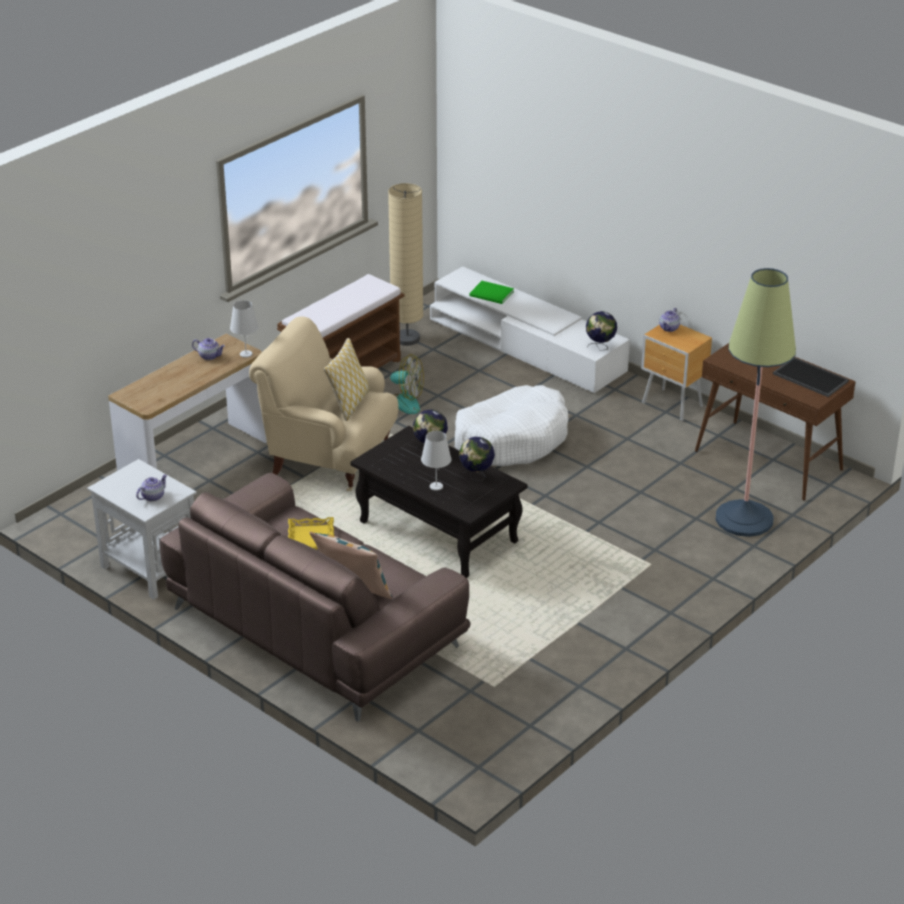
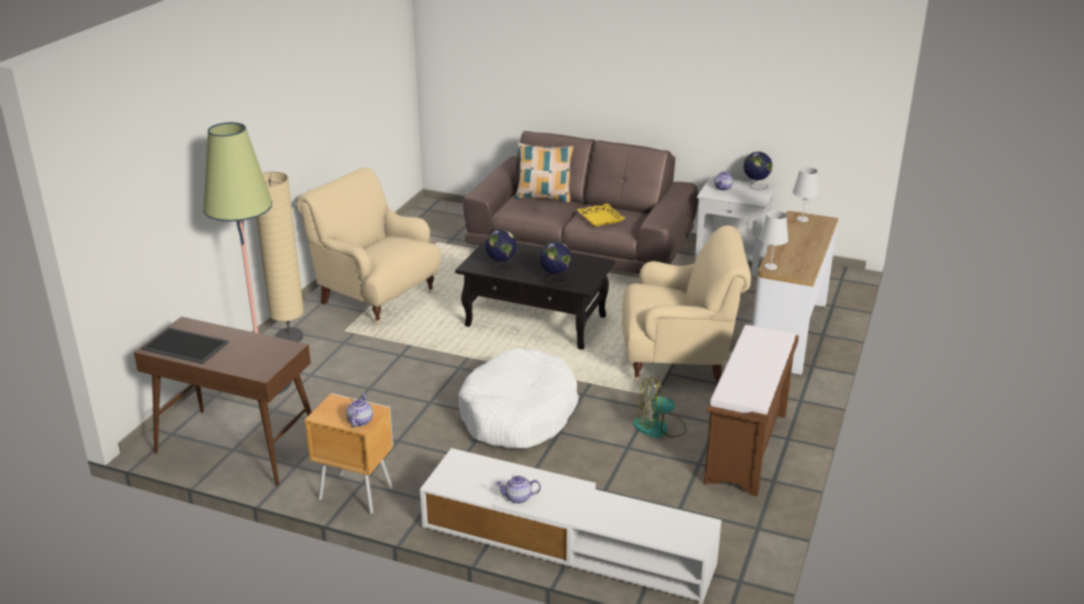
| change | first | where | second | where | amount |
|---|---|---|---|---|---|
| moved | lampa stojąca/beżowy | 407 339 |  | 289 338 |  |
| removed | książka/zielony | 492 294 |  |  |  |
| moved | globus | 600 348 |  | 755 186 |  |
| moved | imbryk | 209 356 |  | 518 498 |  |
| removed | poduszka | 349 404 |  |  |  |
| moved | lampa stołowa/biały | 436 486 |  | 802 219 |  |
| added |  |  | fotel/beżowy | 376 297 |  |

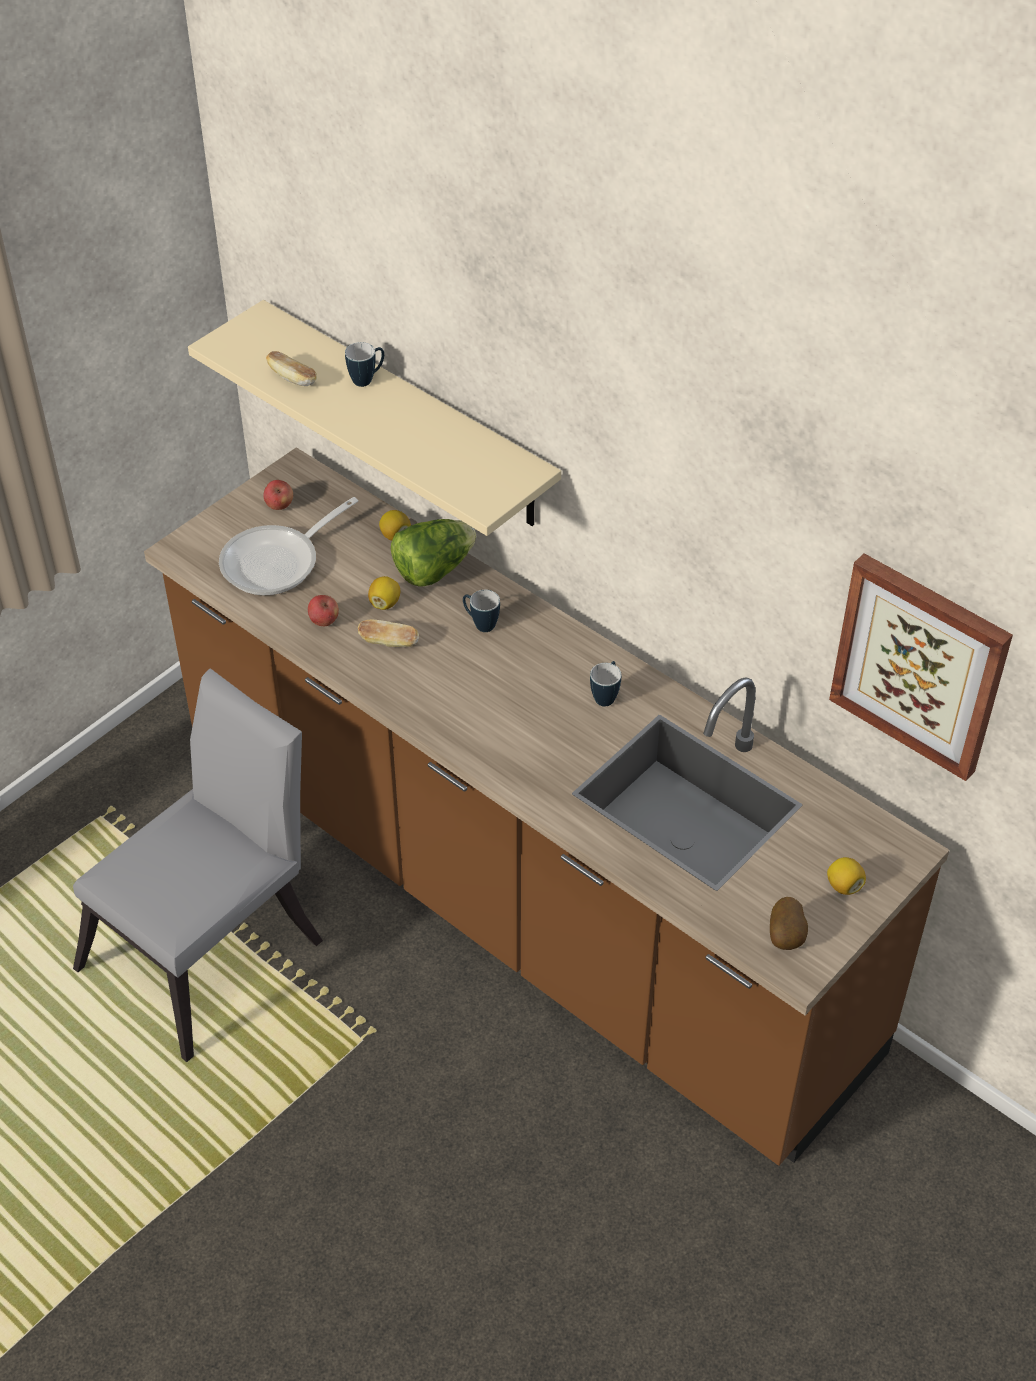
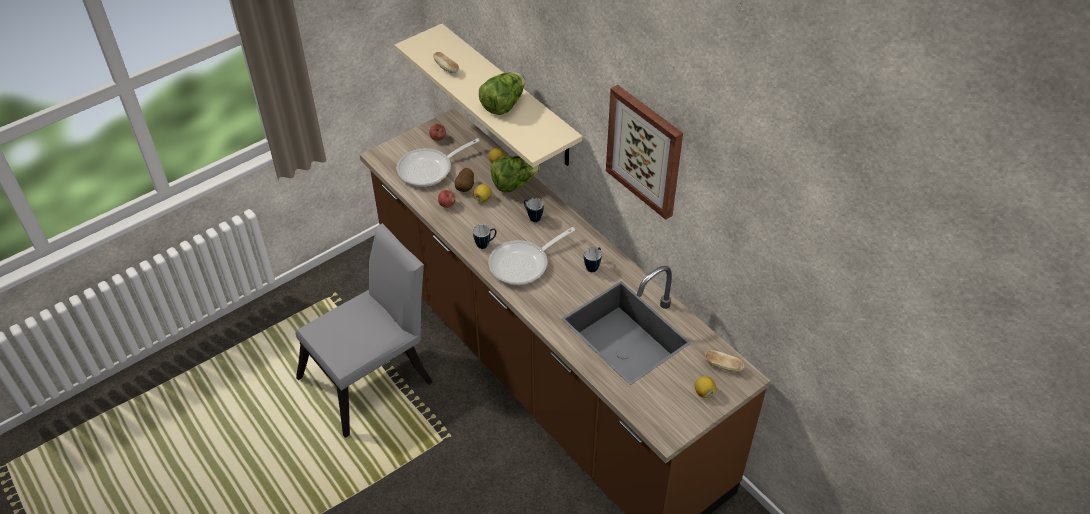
| change | first | where | second | where | amount |
|---|---|---|---|---|---|
| moved | kubek | 367 379 |  | 485 244 |  |
| moved | obraz | 920 664 |  | 645 151 |  |
| moved | chleb | 389 642 |  | 723 366 |  |
| moved | ziemniak | 786 937 |  | 465 188 |  |
| added |  |  | sałata | 503 105 |  |
| added |  |  | patelnia | 523 264 |  |

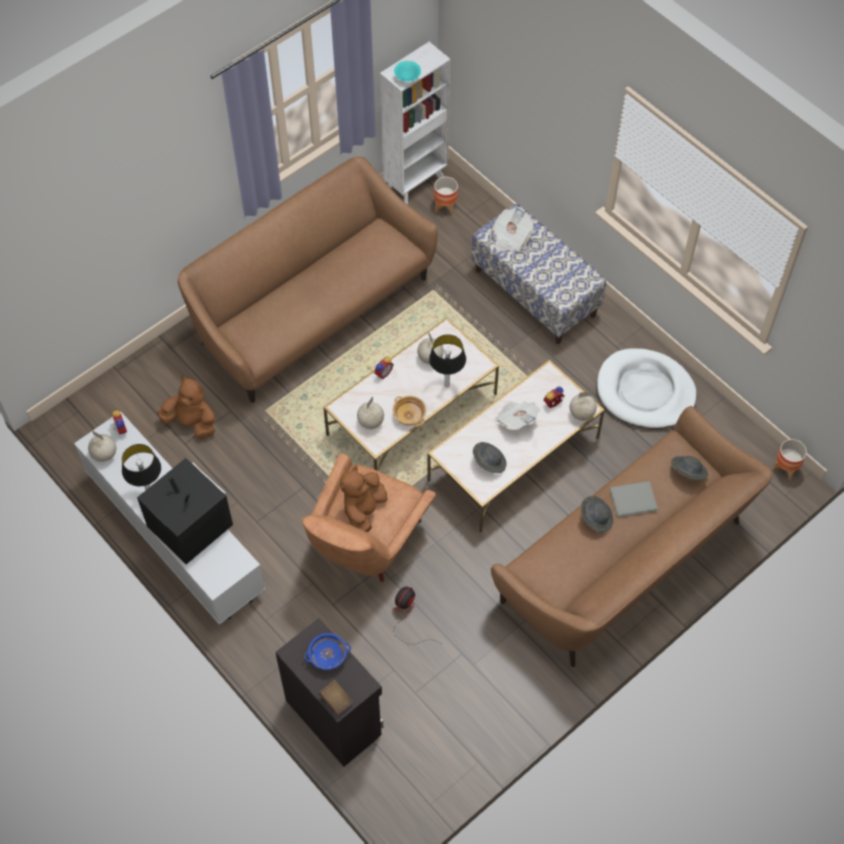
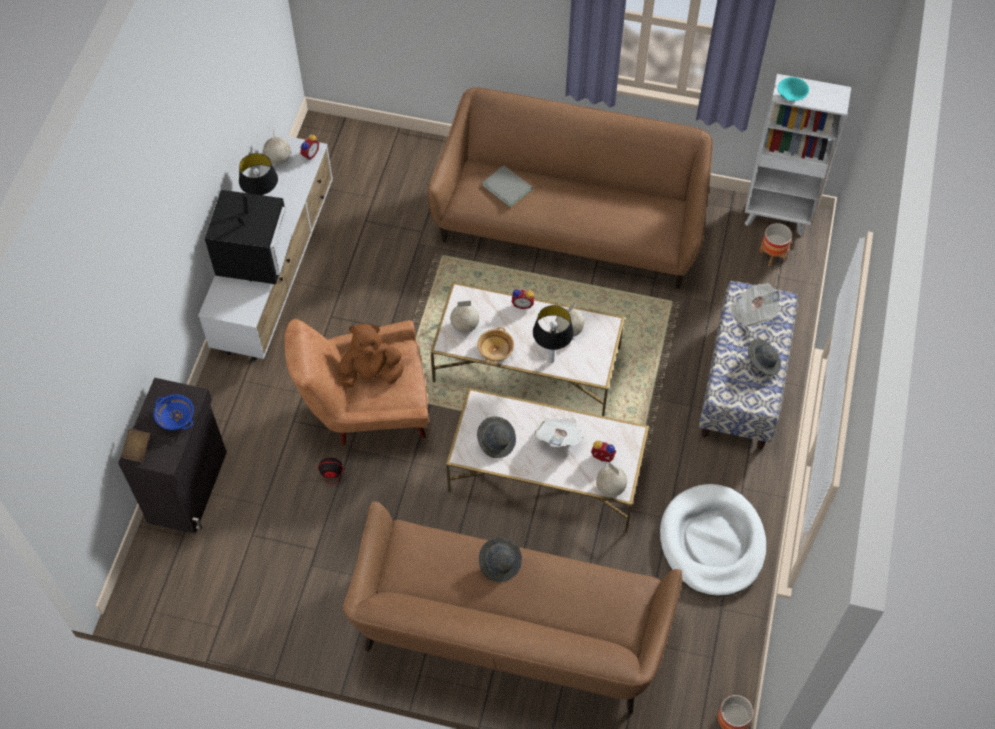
| change | first | where | second | where | amount |
|---|---|---|---|---|---|
| removed | pluszak/brązowy | 191 422 |  |  |  |
| moved | kapelusz/szary | 687 472 |  | 762 362 |  |
| moved | książka/szary | 631 499 |  | 507 185 |  |

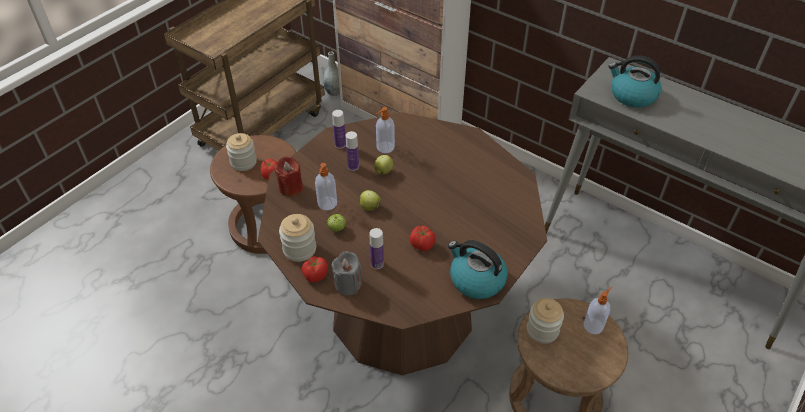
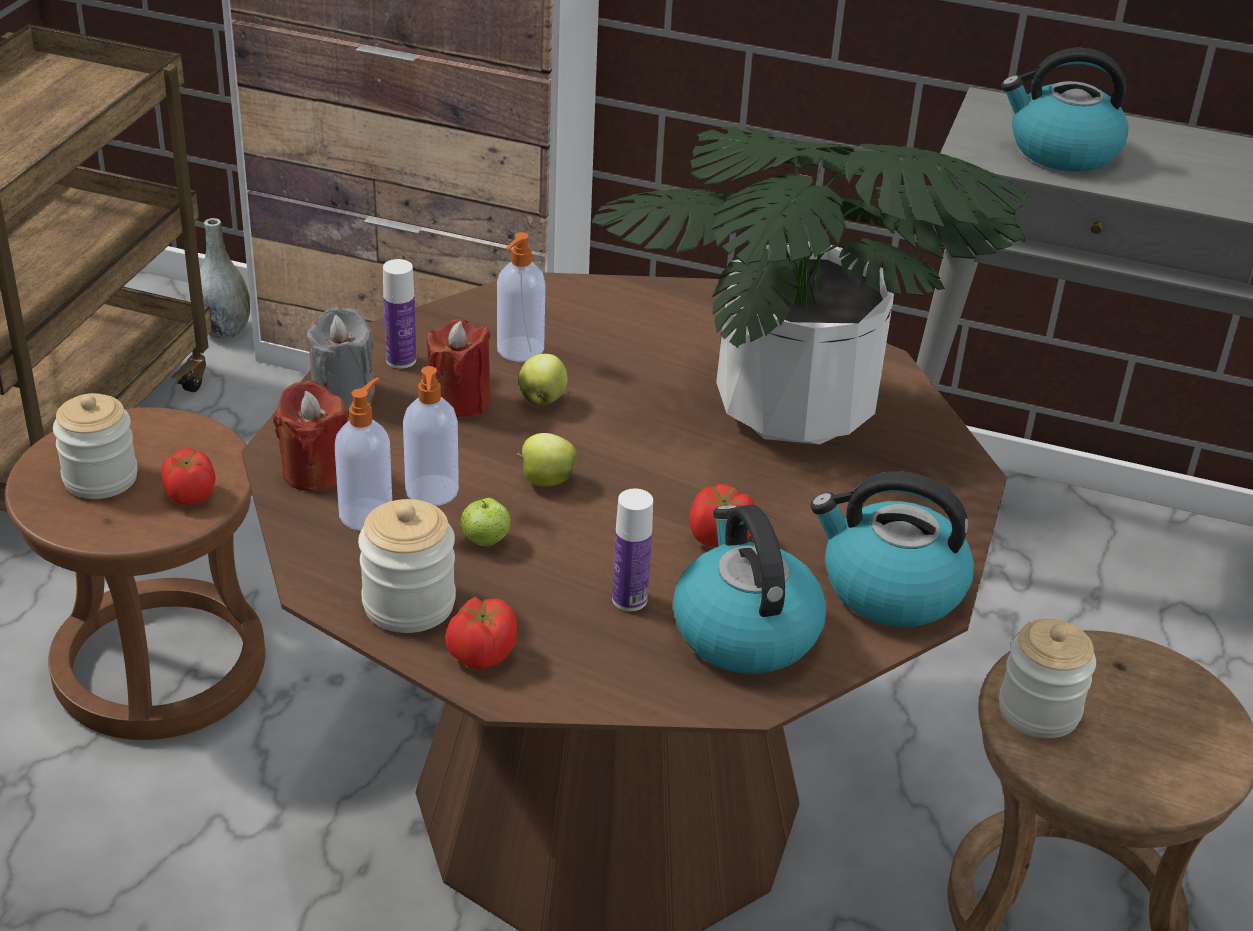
| change | first | where | second | where | amount |
|---|---|---|---|---|---|
| replaced | butelka | 353 166 | świeca/czerwony | 459 401 |  |
| moved | świeca/szary | 348 284 |  | 343 394 |  |
| moved | dozownik mydła | 593 325 |  | 367 513 |  |
| added |  |  | roślina doniczkowa | 793 407 |  |
| added |  |  | czajnik | 744 630 |  |

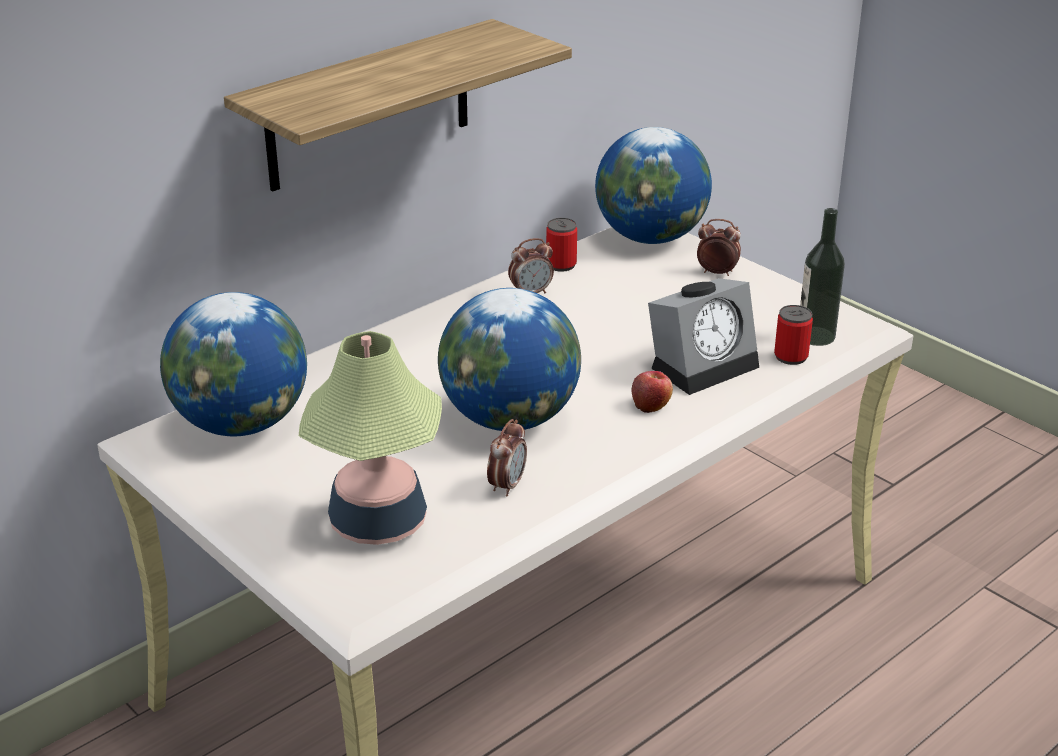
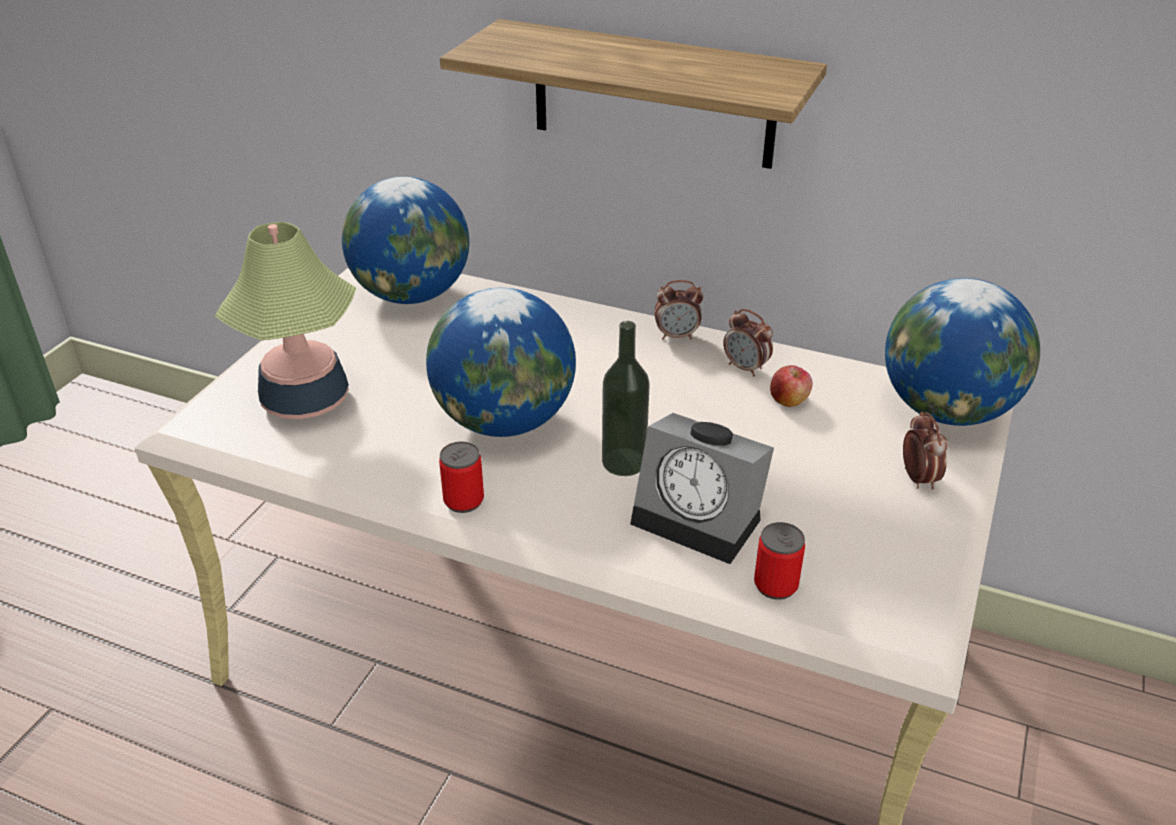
| change | first | where | second | where | amount |
|---|---|---|---|---|---|
| moved | butelka | 816 336 |  | 624 462 |  |
| moved | puszka | 561 265 |  | 463 500 |  |
| moved | jabłko | 651 405 |  | 789 400 |  |
| moved | budzik | 507 485 |  | 677 336 |  |

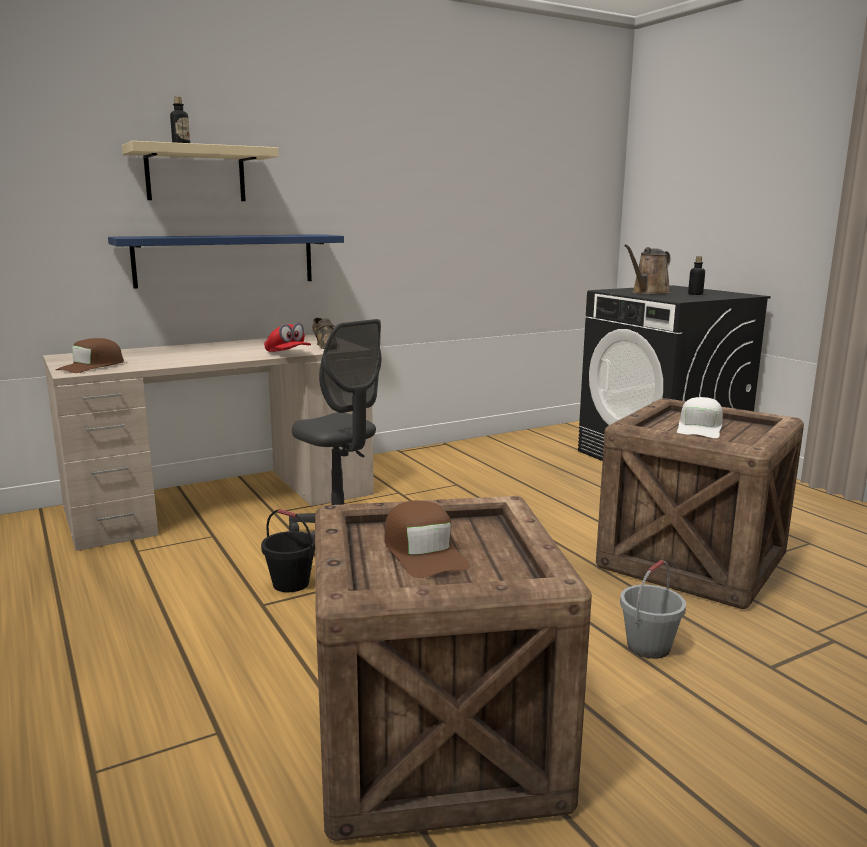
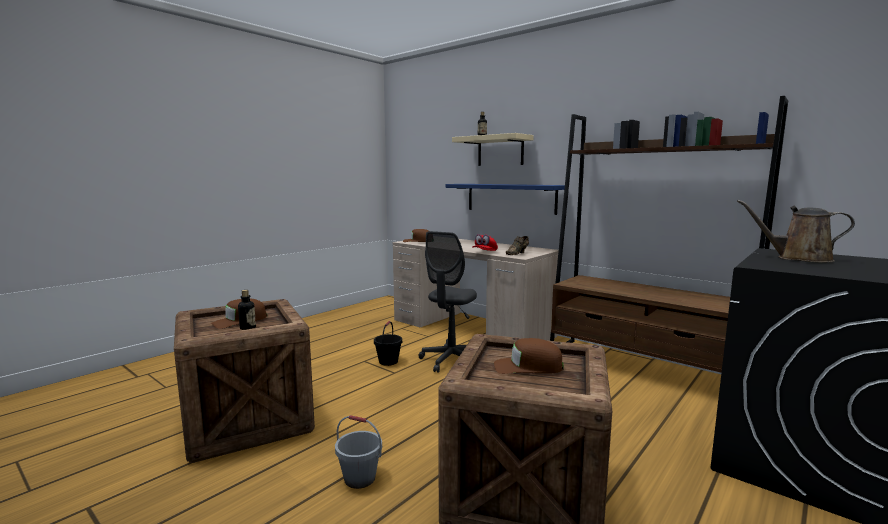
| change | first | where | second | where | amount |
|---|---|---|---|---|---|
| moved | butelka | 695 294 |  | 248 328 |  |
| recoloured | czapka z daszkiem/biały | 700 428 | czapka z daszkiem/brązowy | 528 367 |  |
| added |  |  | regał/brązowy | 643 368 |  |

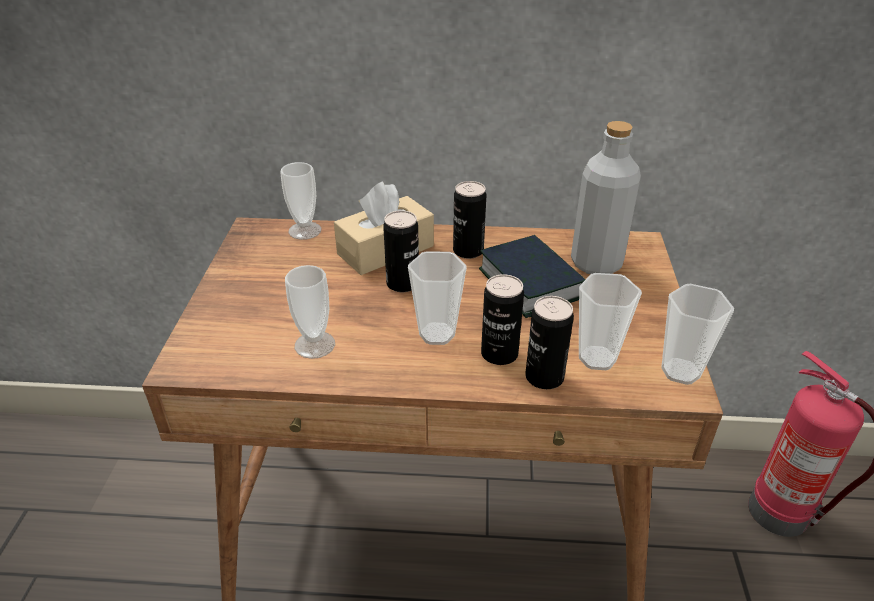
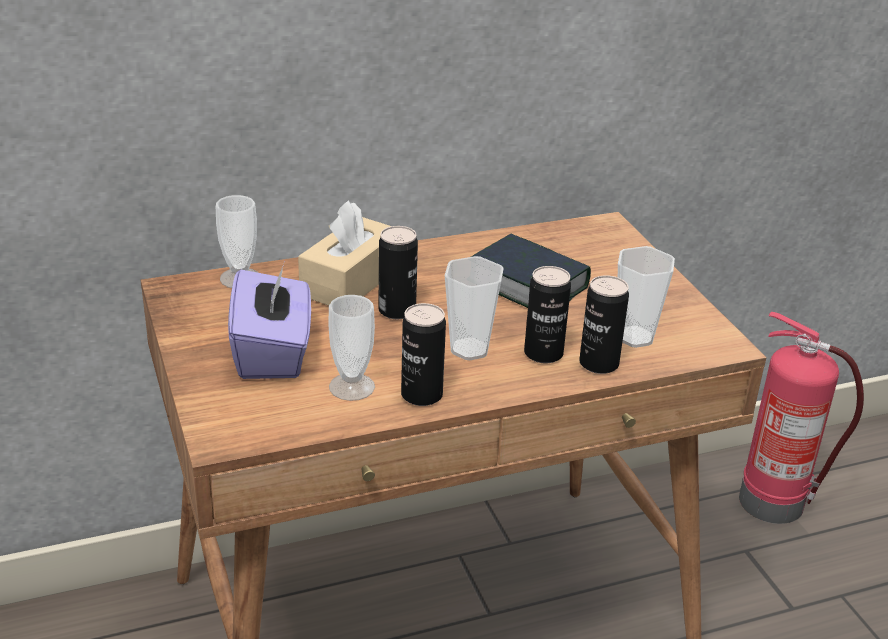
| change | first | where | second | where | amount |
|---|---|---|---|---|---|
| removed | butelka/szary | 596 263 |  |  |  |
| moved | puszka | 468 251 |  | 421 395 |  |
| removed | filiżanka | 680 371 |  |  |  |
| added |  |  | pudełko chusteczek/fioletowy | 273 353 |  |

